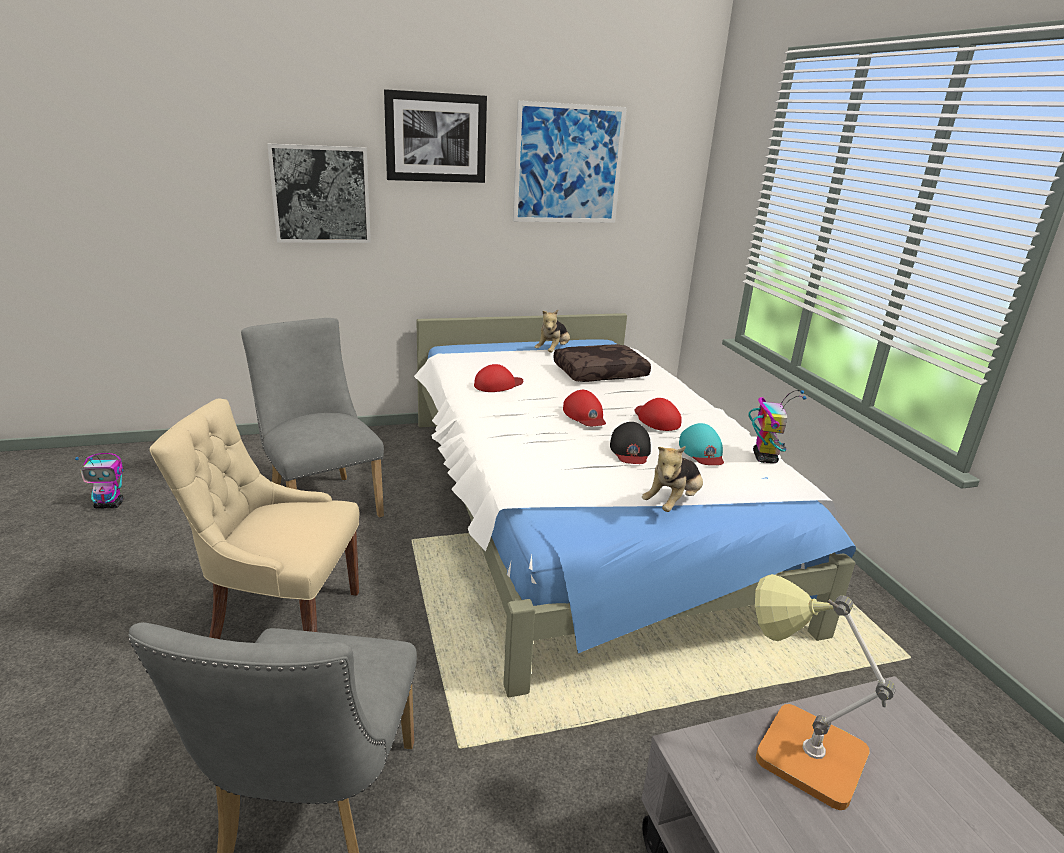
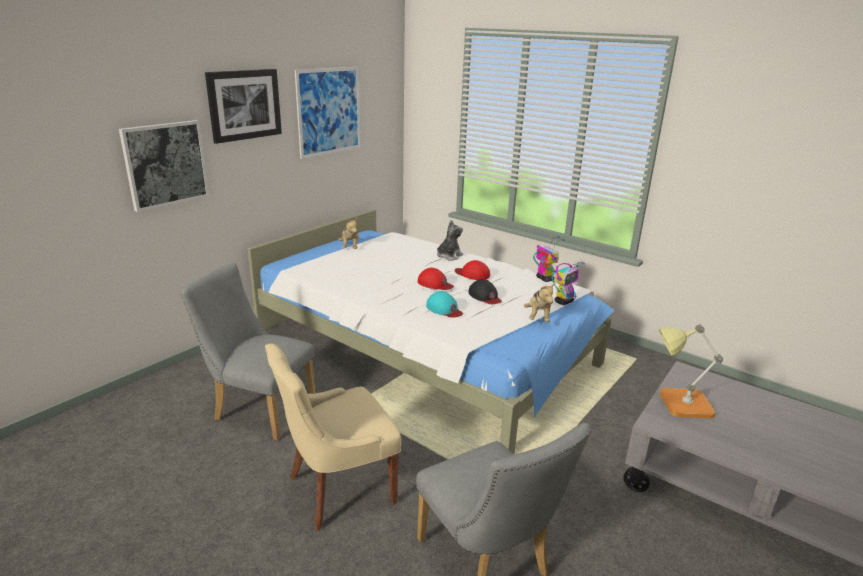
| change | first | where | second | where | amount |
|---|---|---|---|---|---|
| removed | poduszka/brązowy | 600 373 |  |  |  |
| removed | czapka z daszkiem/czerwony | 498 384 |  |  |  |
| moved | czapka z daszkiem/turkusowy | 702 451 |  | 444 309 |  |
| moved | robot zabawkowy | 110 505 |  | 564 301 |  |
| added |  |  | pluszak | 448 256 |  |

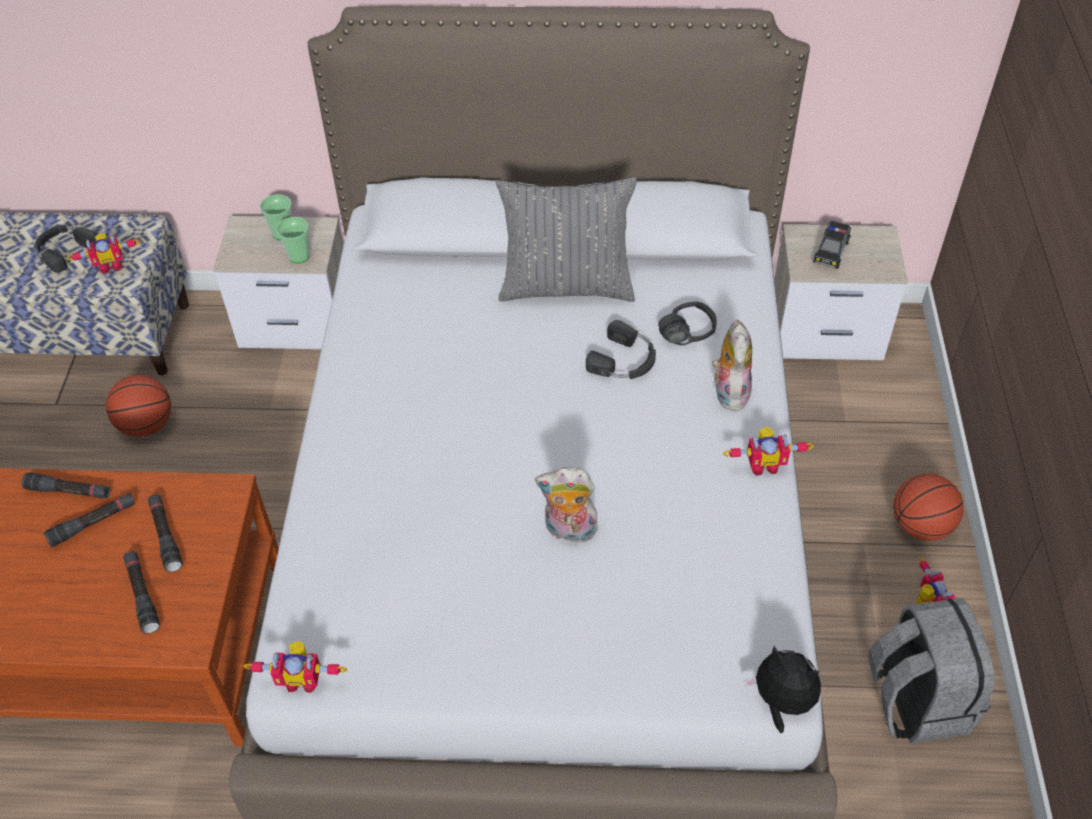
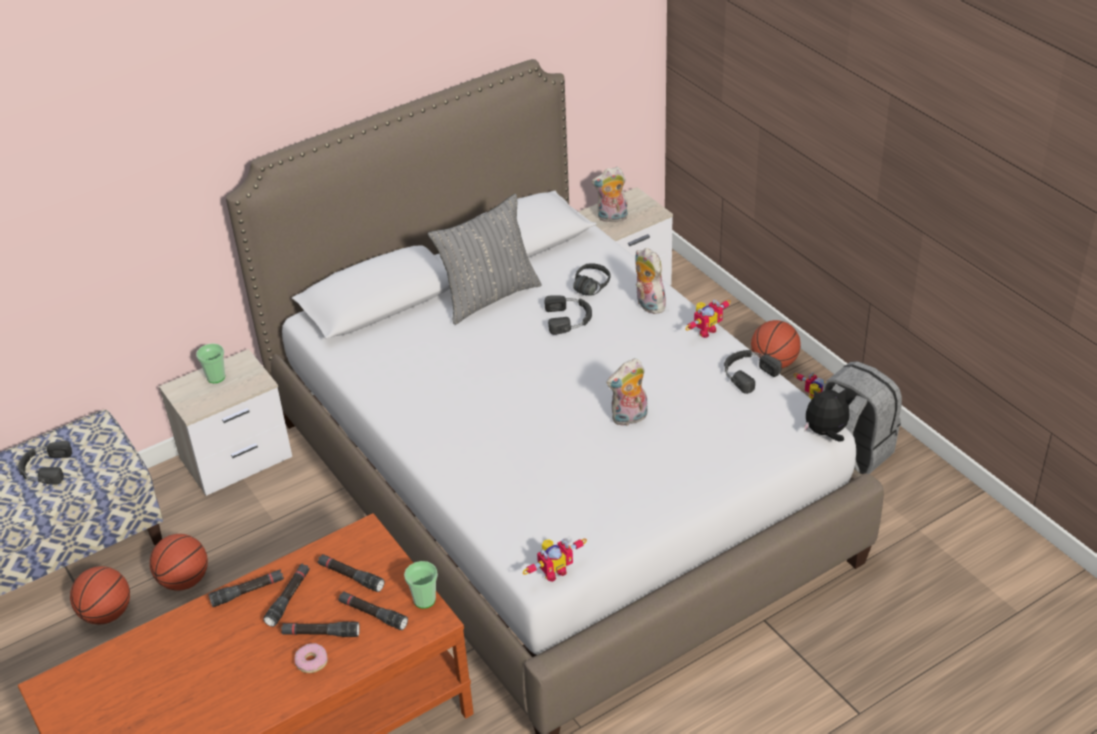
| change | first | where | second | where | amount |
|---|---|---|---|---|---|
| moved | filiżanka | 299 256 |  | 424 600 |  |
| replaced | samochodzik | 831 252 | pluszak | 612 218 |  |
| removed | robot zabawkowy | 110 265 |  |  |  |
| added |  |  | słuchawki/czarny | 747 373 |  |
| added |  |  | piłka do koszykówki | 107 614 |  |
| added |  |  | latarka/czarny | 321 633 |  |
| added |  |  | donut | 312 661 |  |

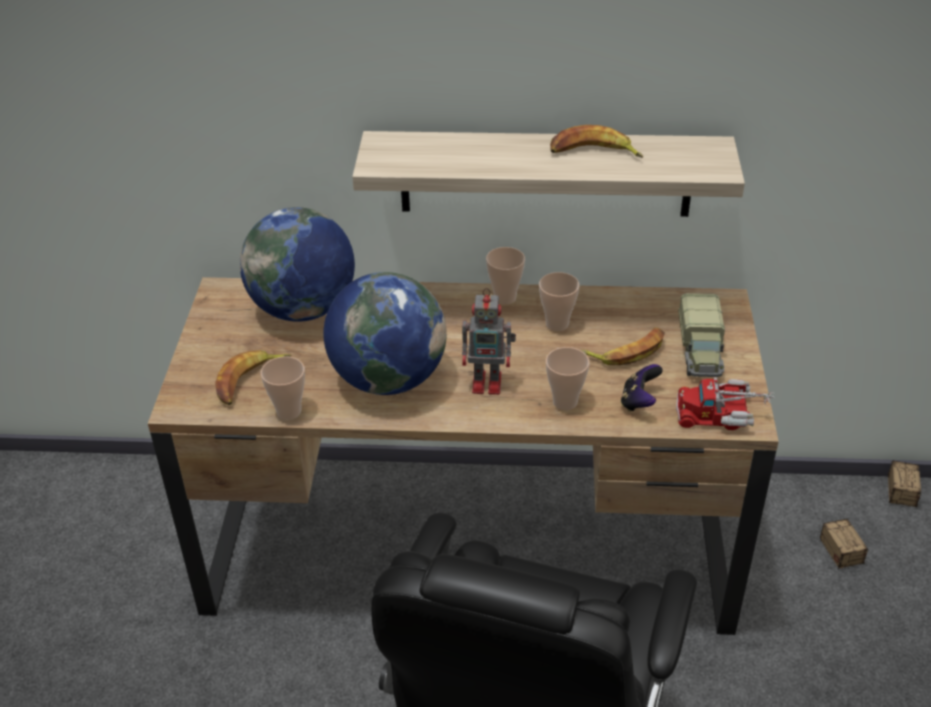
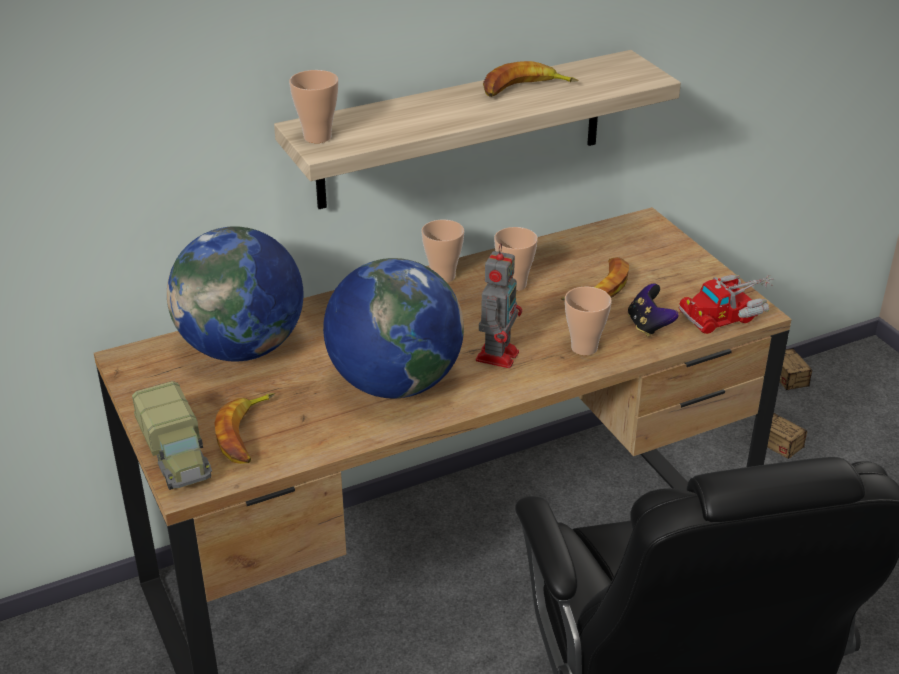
| change | first | where | second | where | amount |
|---|---|---|---|---|---|
| turned | robot zabawkowy | 489 383 |  | 498 354 | 45 degrees counterclockwise |
| moved | ciężarówka zabawkowa | 700 351 |  | 176 455 |  |
| moved | filiżanka | 288 411 |  | 317 137 |  |

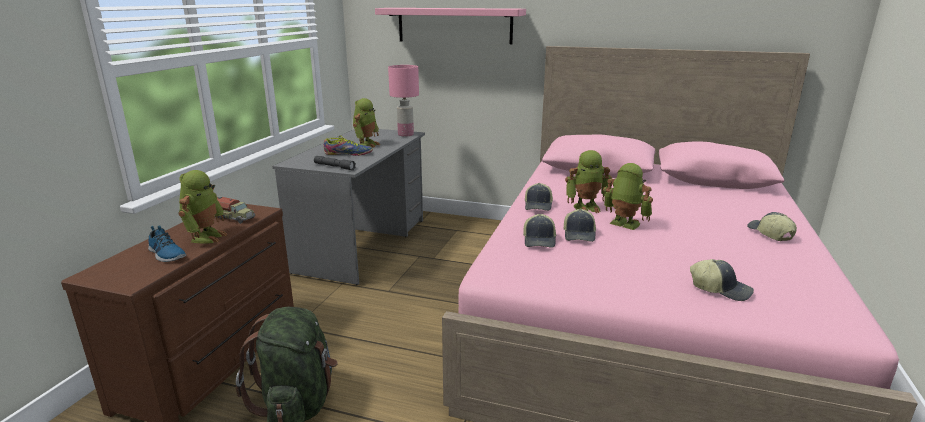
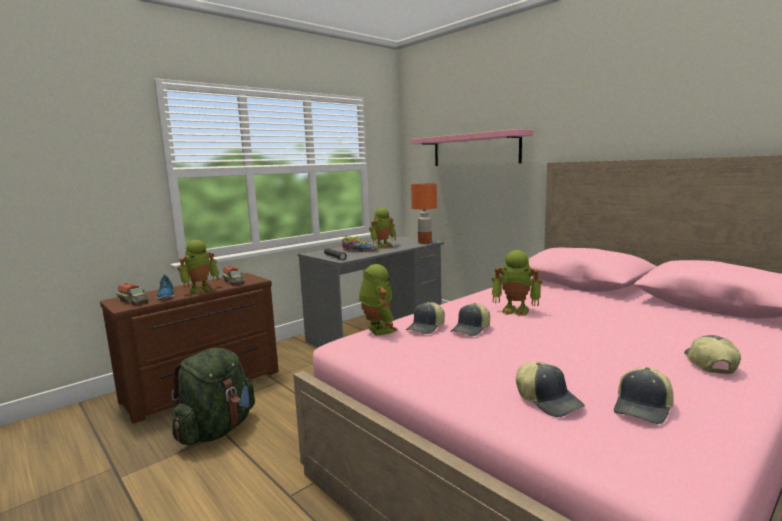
| change | first | where | second | where | amount |
|---|---|---|---|---|---|
| recoloured | lampa stołowa/różowy | 405 135 | lampa stołowa/pomarańczowy | 424 242 |  |
| moved | robot zabawkowy | 623 224 |  | 377 330 |  |
| moved | czapka z daszkiem | 538 206 |  | 643 408 |  |
| added |  |  | ciężarówka zabawkowa | 134 301 |  |

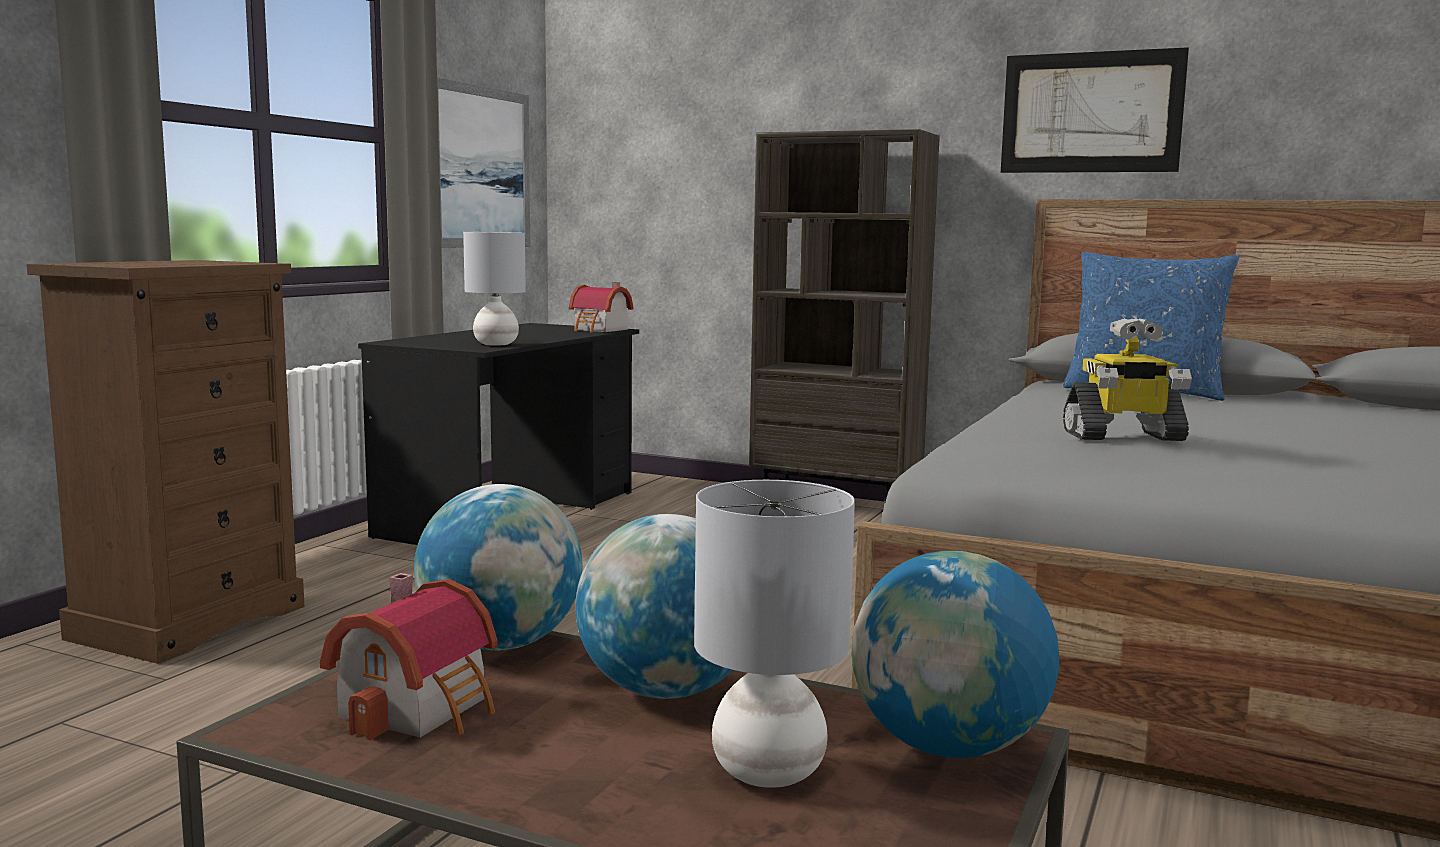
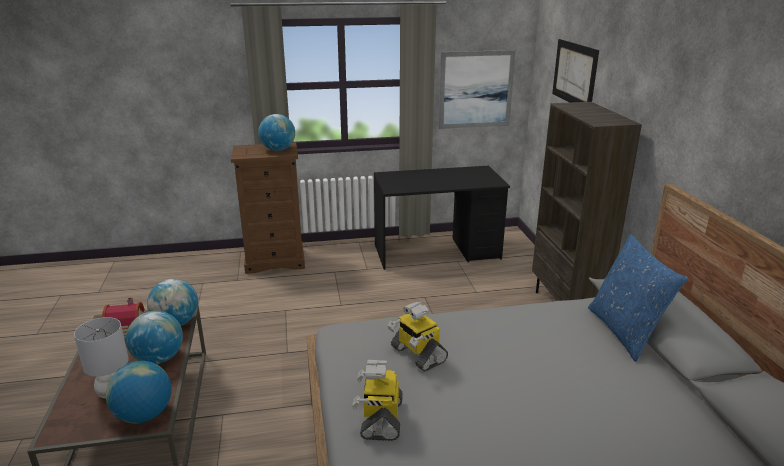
| change | first | where | second | where | amount |
|---|---|---|---|---|---|
| moved | obraz | 1091 112 |  | 574 73 |  |
| removed | lampa stołowa/szary | 495 344 |  |  |  |
| removed | domek | 600 330 |  |  |  |
| added |  |  | globus | 278 150 |  |
| added |  |  | robot zabawkowy | 380 418 |  |

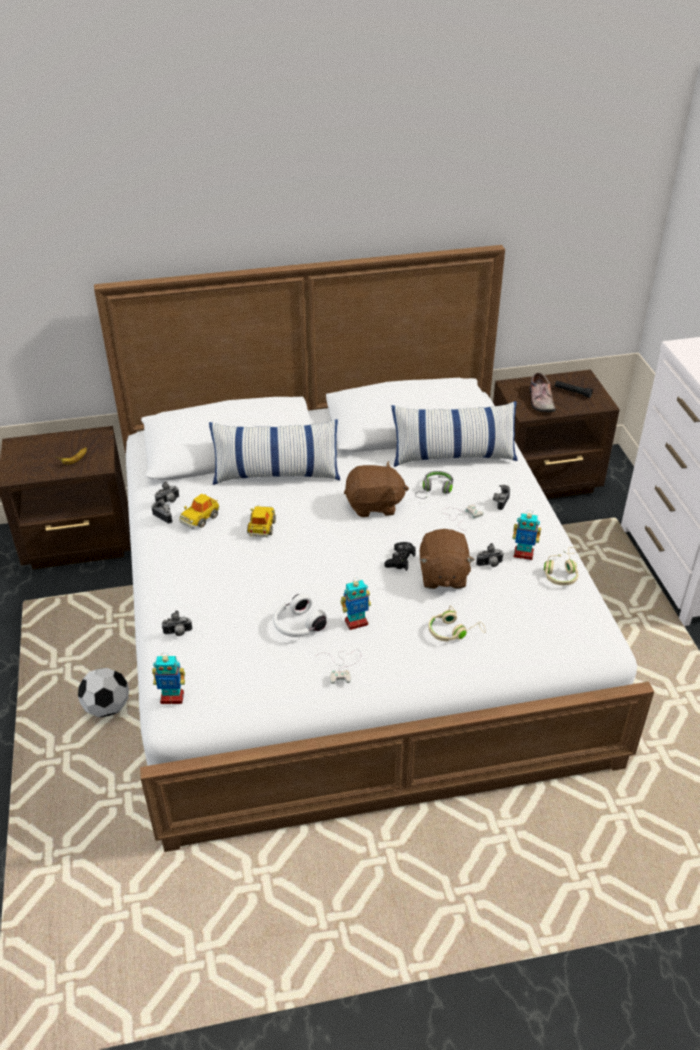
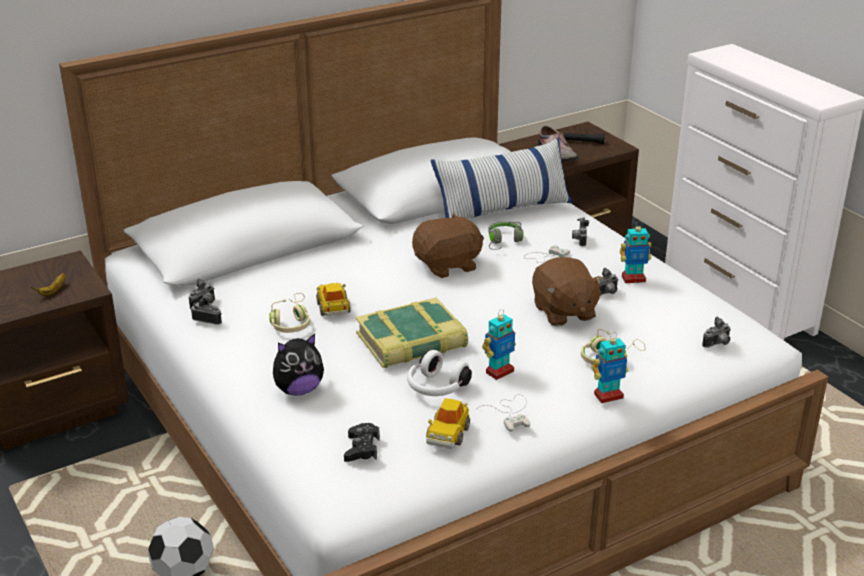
| change | first | where | second | where | amount |
|---|---|---|---|---|---|
| removed | poduszka | 276 474 |  |  |  |
| moved | samochodzik | 200 518 |  | 448 434 |  |
| moved | pad do gier/czarny | 400 560 |  | 362 448 |  |
| moved | słuchawki/beżowy | 561 572 |  | 291 322 |  |
| moved | aparat fotograficzny | 178 633 |  | 717 344 |  |
| moved | robot zabawkowy | 172 697 |  | 608 396 |  |
| added |  |  | książka | 412 342 |  |
| added |  |  | pluszak | 298 390 |  |

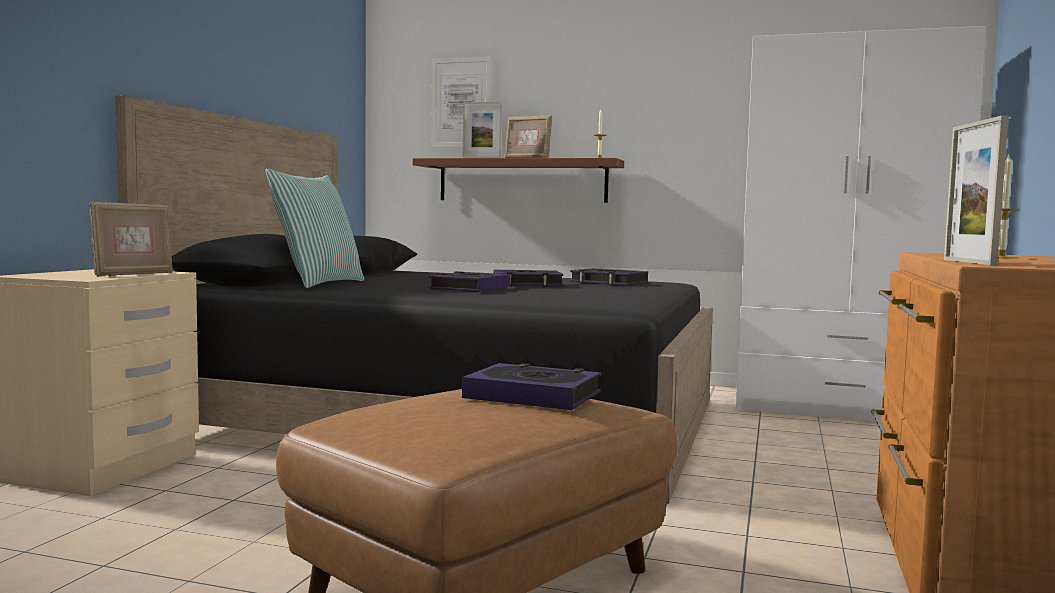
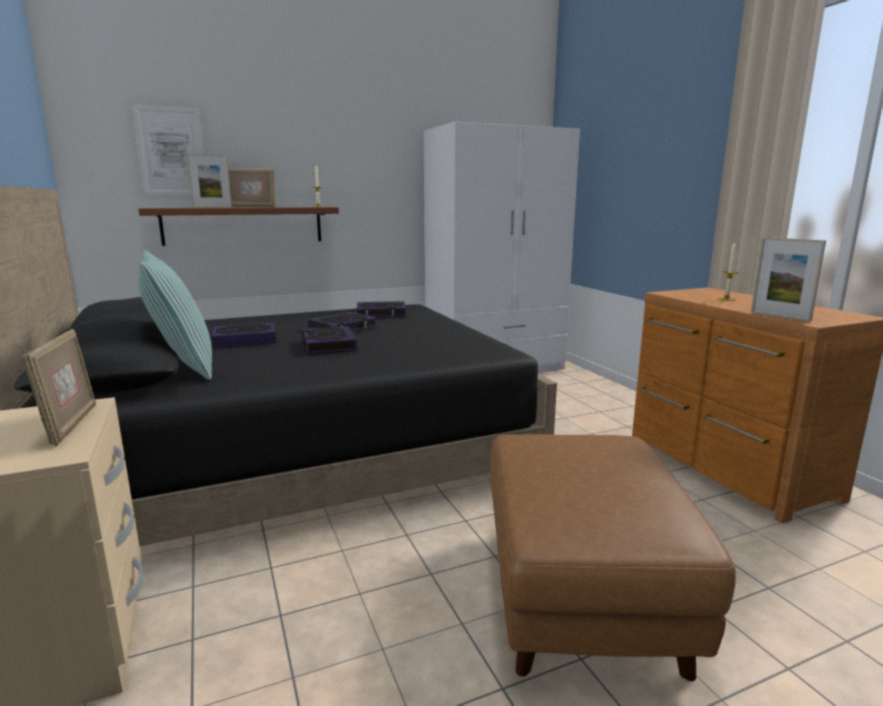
| change | first | where | second | where | amount |
|---|---|---|---|---|---|
| moved | książka | 532 396 |  | 245 340 |  |

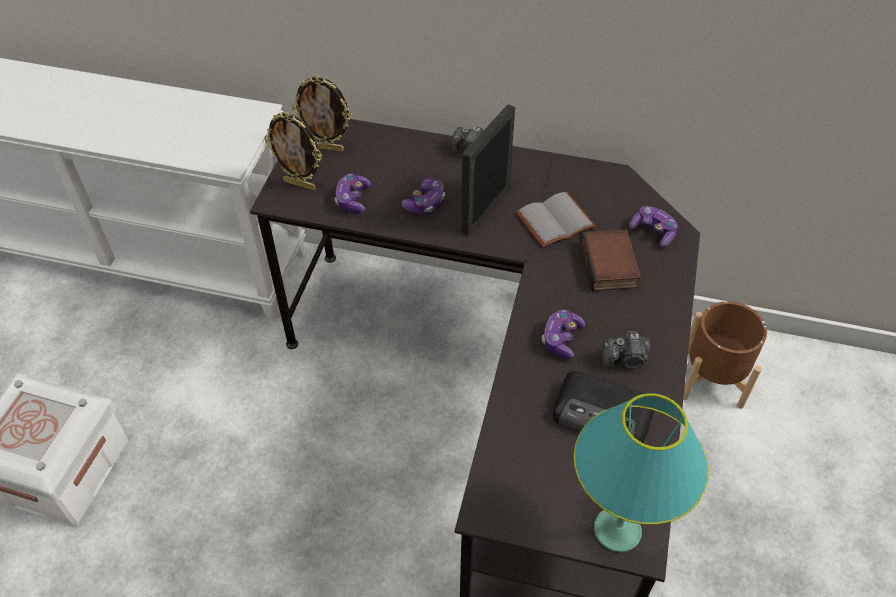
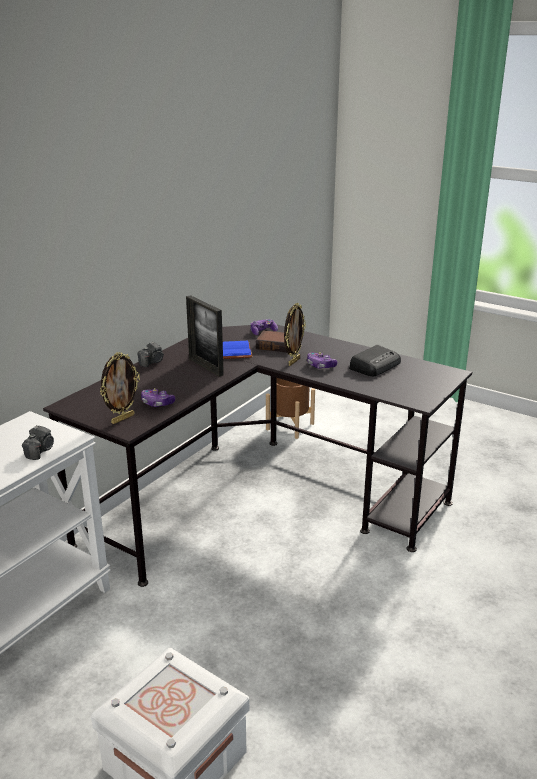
| change | first | where | second | where | amount |
|---|---|---|---|---|---|
| moved | ramka na zdjęcie | 327 148 |  | 293 361 |  |
| removed | pad do gier | 425 203 |  |  |  |
| recoloured | książka/szary | 555 219 | książka/niebieski | 232 351 |  |
| moved | aparat fotograficzny | 625 359 |  | 40 451 |  |
| removed | lampa stołowa/turkusowy | 617 530 |  |  |  |

